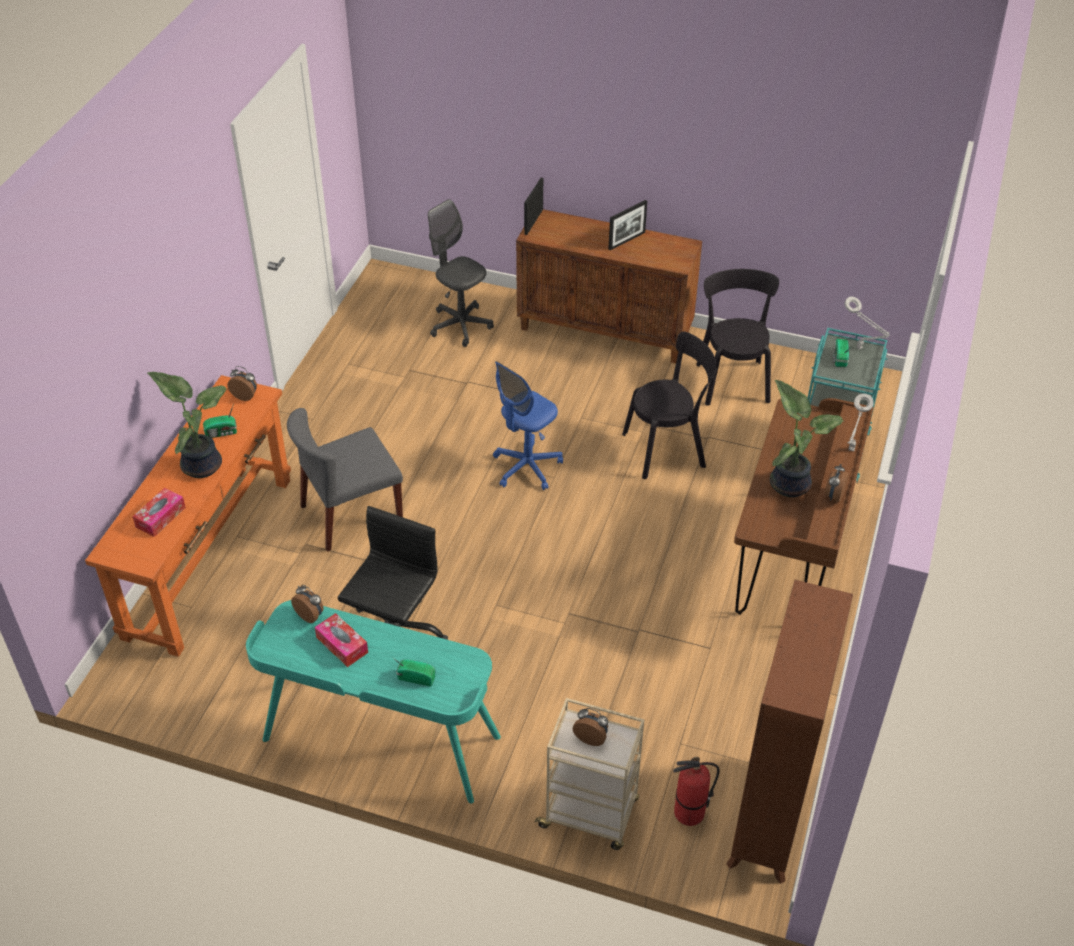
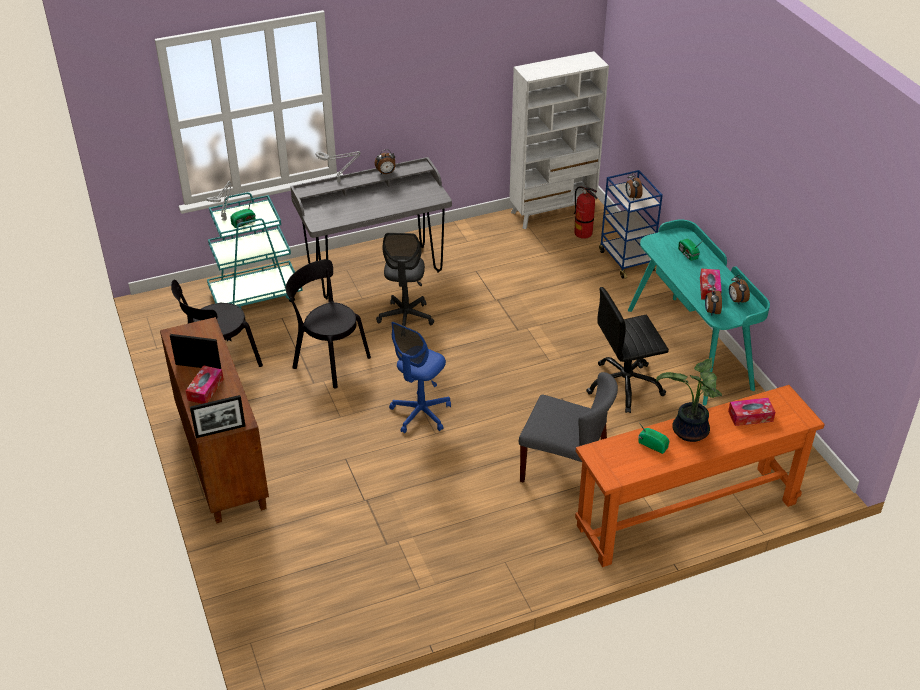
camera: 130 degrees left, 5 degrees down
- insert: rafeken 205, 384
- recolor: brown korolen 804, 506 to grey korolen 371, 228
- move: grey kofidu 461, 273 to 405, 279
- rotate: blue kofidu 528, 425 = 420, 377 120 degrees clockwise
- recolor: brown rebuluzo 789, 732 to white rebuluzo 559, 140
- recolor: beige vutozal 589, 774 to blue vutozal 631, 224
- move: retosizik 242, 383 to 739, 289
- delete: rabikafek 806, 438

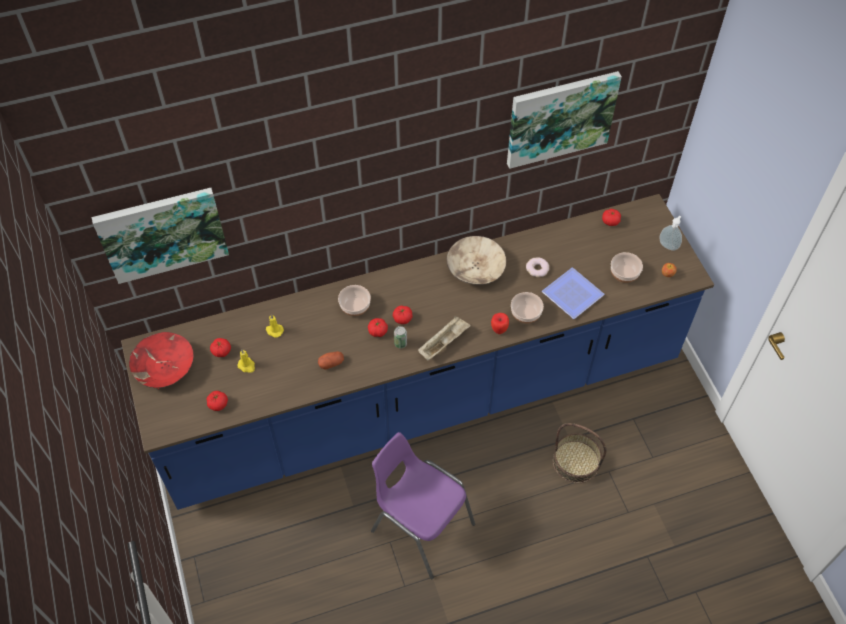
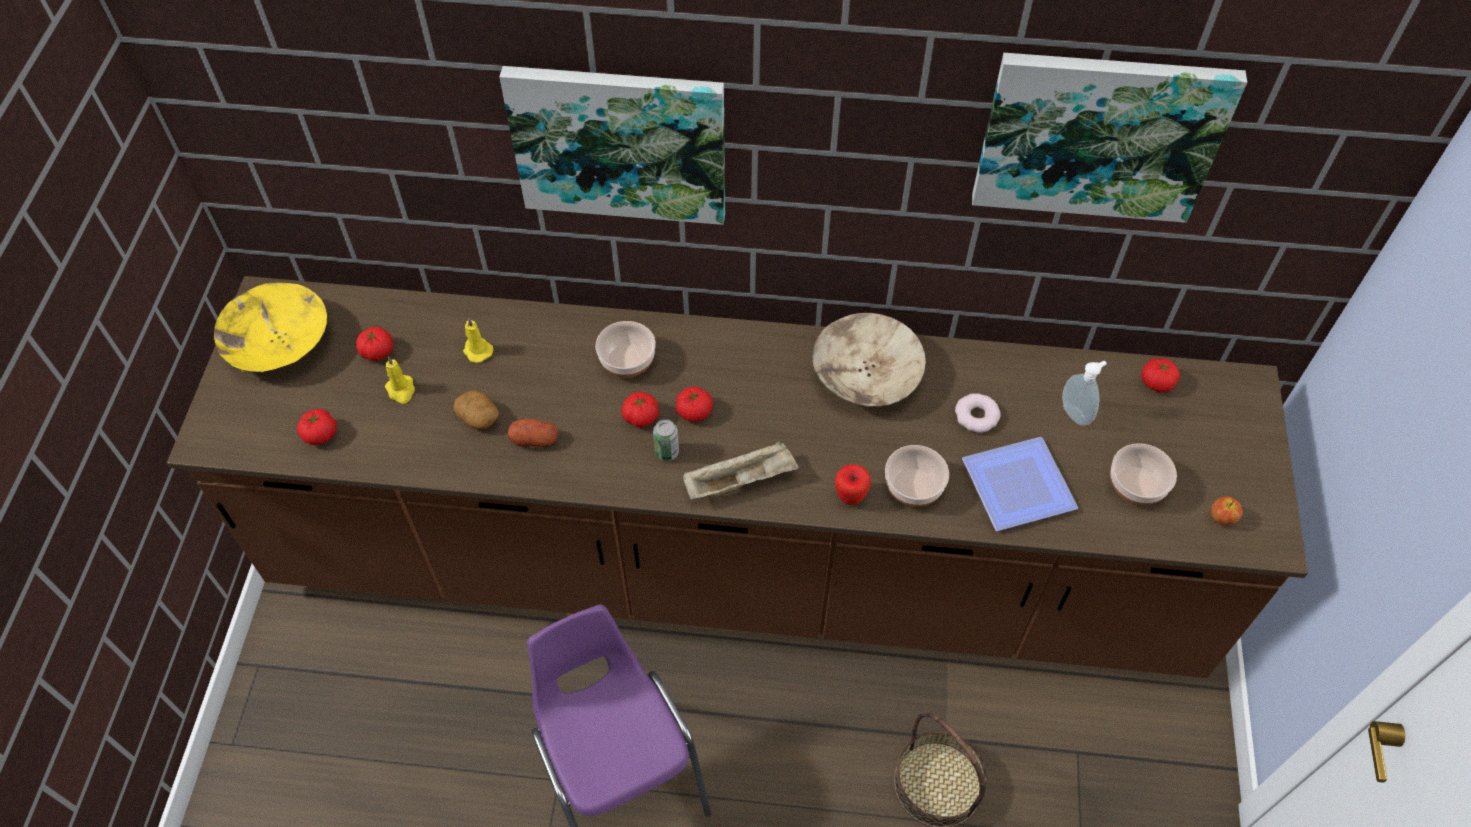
camera: 25 degrees right, 0 degrees up
- recolor: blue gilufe 417, 352 to brown gilufe 737, 477
- recolor: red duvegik 161, 360 to yellow duvegik 270, 327
- insert: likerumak 476, 409
- move: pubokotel 160, 236 to 612, 145
- move: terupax 671, 233 to 1084, 393

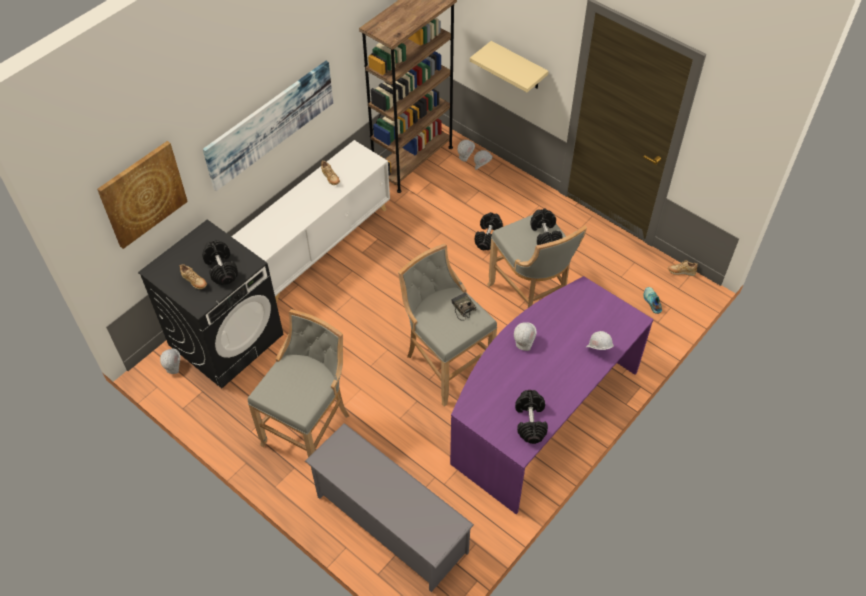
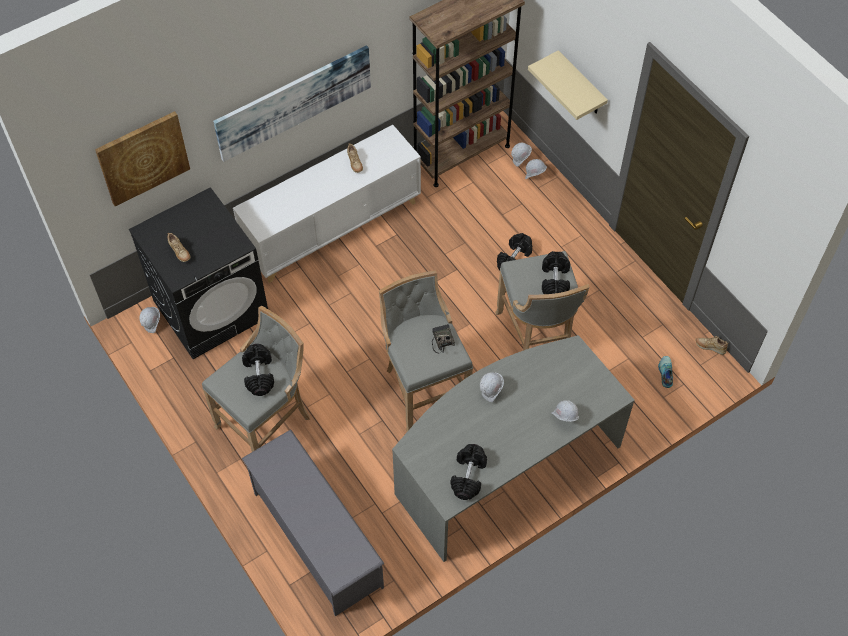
camera: 15 degrees right, 5 degrees up
- move: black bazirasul 220, 262 to 258, 370
- recolor: purple korolen 552, 395 to grey korolen 513, 448

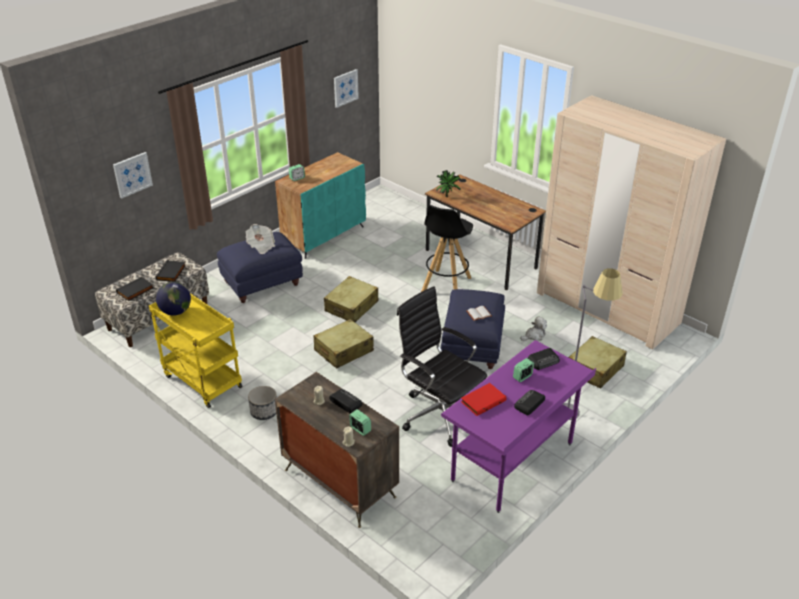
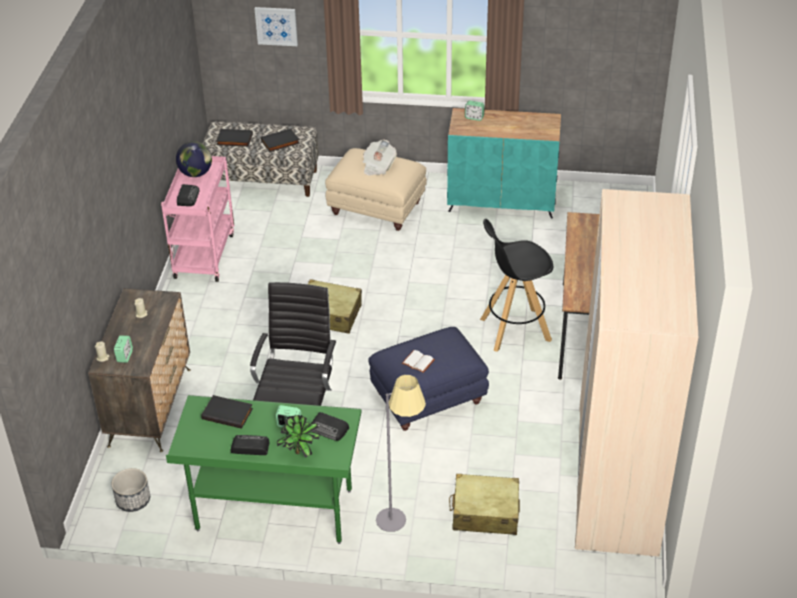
camera: 55 degrees right, 5 degrees up
- move: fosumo 262, 403 to 131, 490
- recolor: yellow vutozal 196, 350 to pink vutozal 197, 219
- recolor: purple korolen 518, 426 to green korolen 264, 469
- move: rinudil 345, 401 to 188, 195
- recolor: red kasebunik 483, 399 to black kasebunik 227, 412
- move: rabikafek 448, 183 to 298, 436
- recolor: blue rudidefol 260, 267 to beige rudidefol 376, 189
- delete: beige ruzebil 351, 299
- delete: pubokotel 346, 88
- delete: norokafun 533, 328

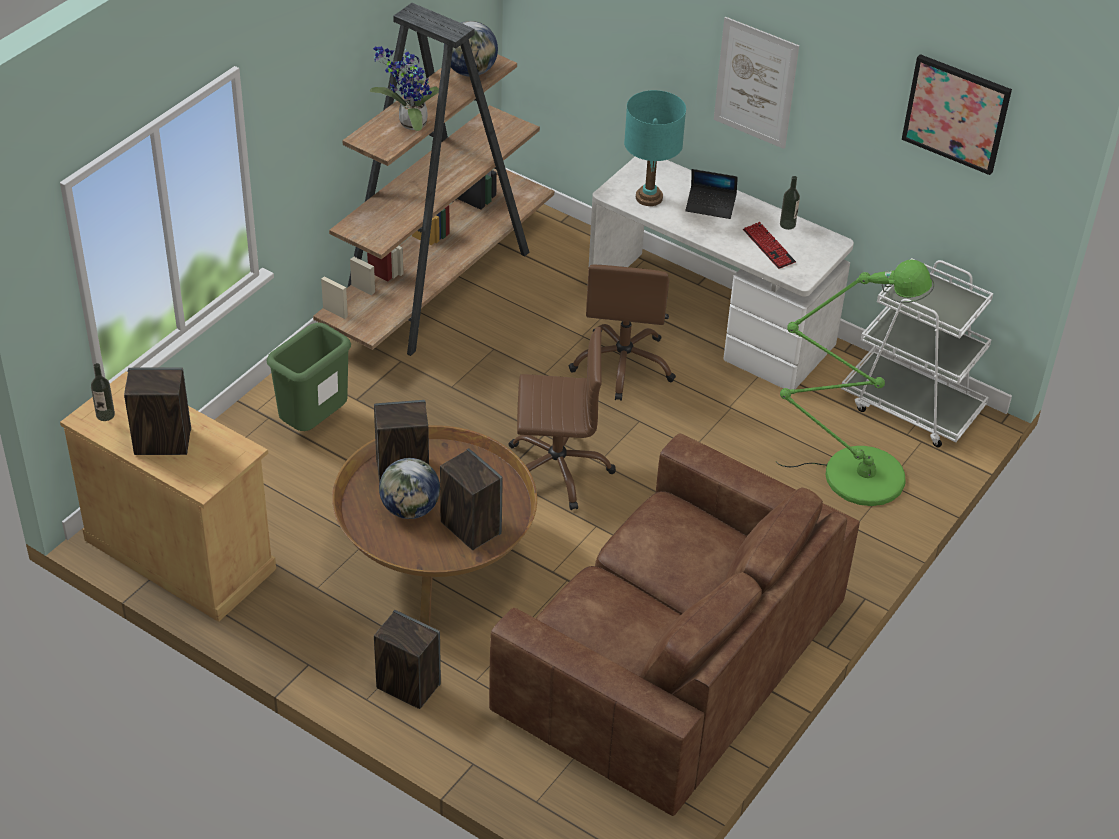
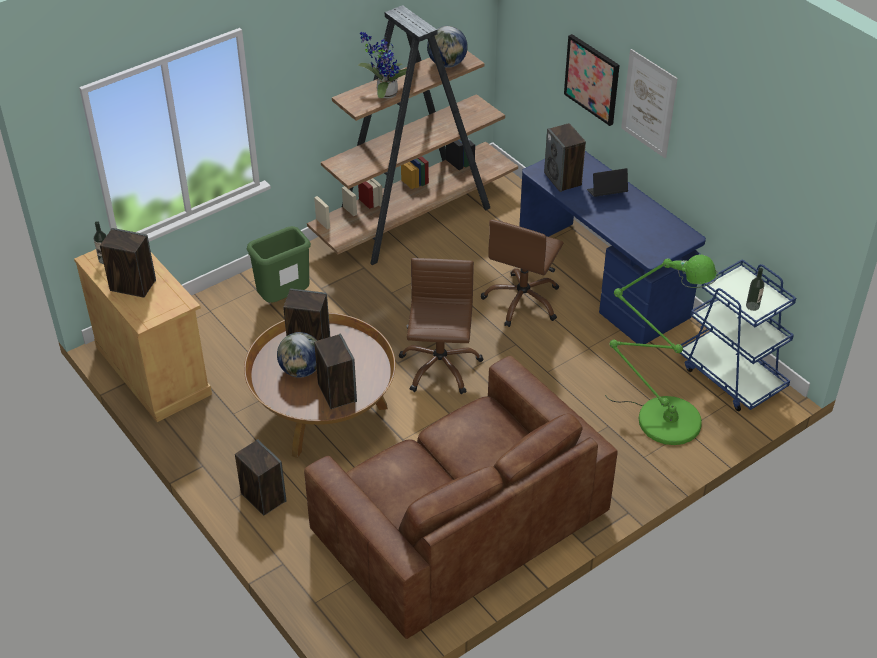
camera: 20 degrees right, 0 degrees up
- rotate: brown kofidu 562, 418 = 441, 326 105 degrees counterclockwise
- recolor: white korolen 720, 273 to blue korolen 612, 247
- replace: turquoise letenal 655, 148 to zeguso 565, 157
- move: pubokotel 957, 114 to 592, 80
- rotate: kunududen 712, 194 = 607, 182 135 degrees clockwise
- recolor: white vutozal 917, 353 to blue vutozal 738, 335
- move: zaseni 790, 203 to 755, 289
- delete: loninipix 769, 245

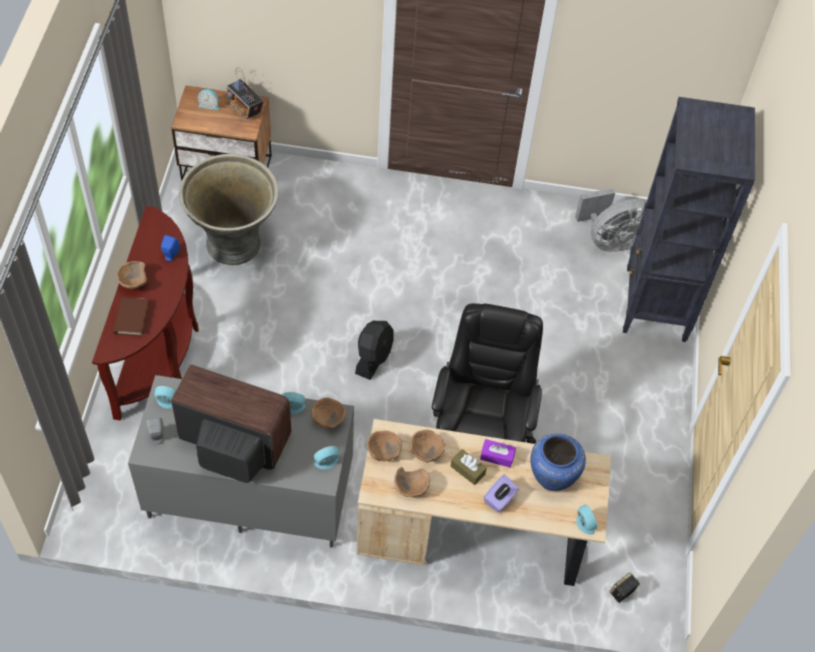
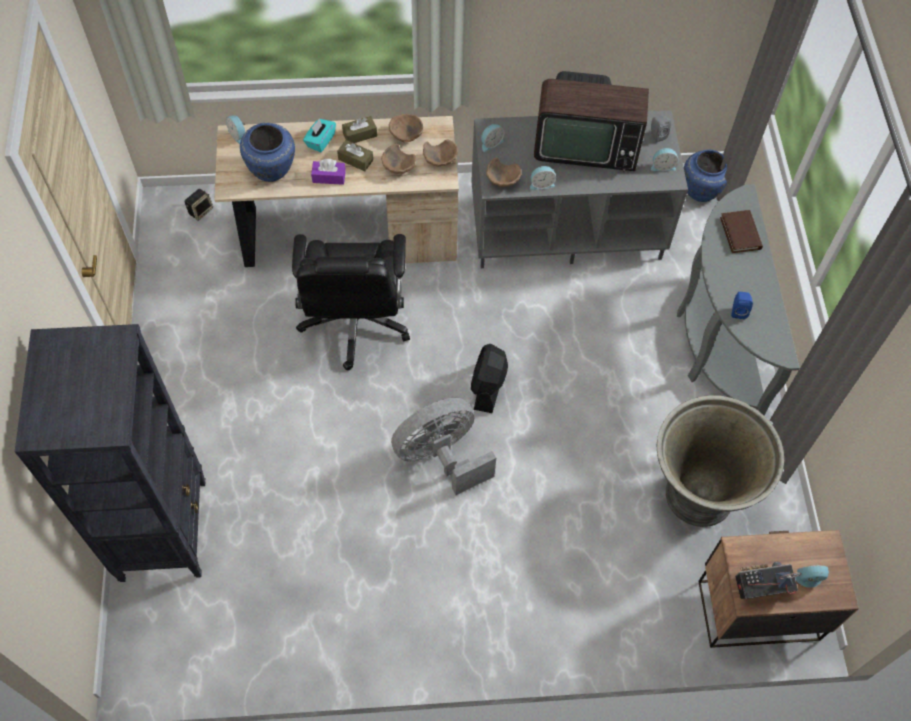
camera: 170 degrees right, 5 degrees up
- recolor: purple rafeken 501, 493 to turquoise rafeken 319, 135
- insert: brown rafeken 359, 129
- move: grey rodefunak 611, 220 to 443, 446
- recolor: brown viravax 145, 313 to grey viravax 738, 299
- insert: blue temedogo 705, 176
- rotate: rinudil 245, 93 = 768, 580 45 degrees counterclockwise
- delete: brown duvegik 132, 275

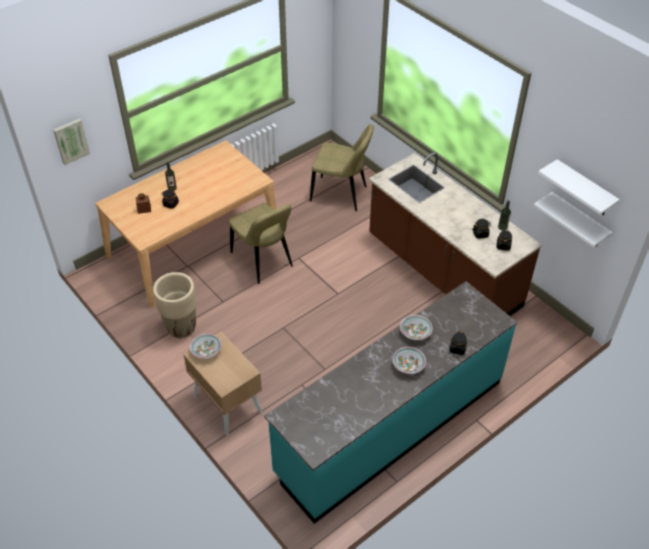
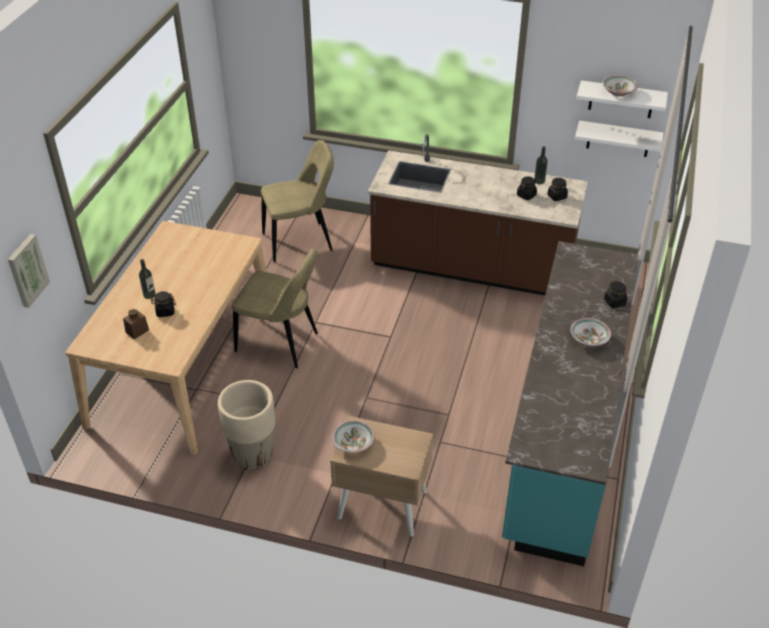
camera: 35 degrees left, 5 degrees down
- move: duvegik 416, 327 to 620, 86

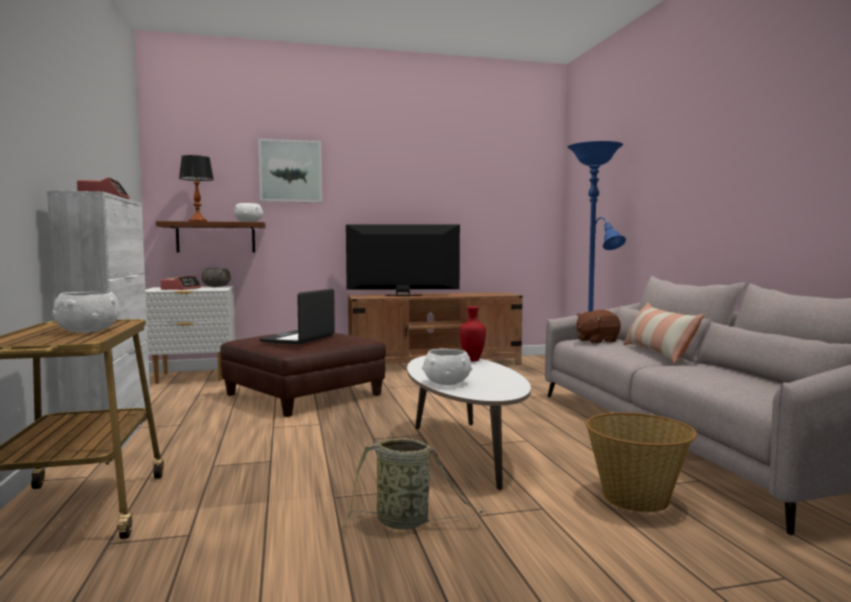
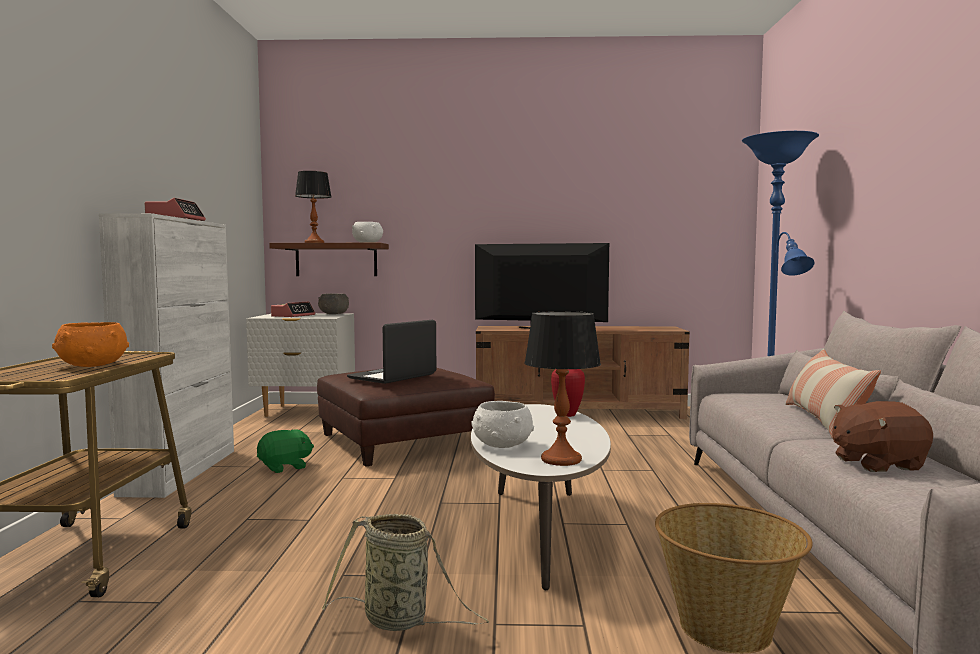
camera: 15 degrees right, 0 degrees up
- recolor: white duvegik 86, 312 to orange duvegik 90, 344
- insert: green norokafun 285, 451
- insert: letenal 562, 388
- move: brown norokafun 598, 327 to 882, 436
- delete: pubokotel 290, 170

